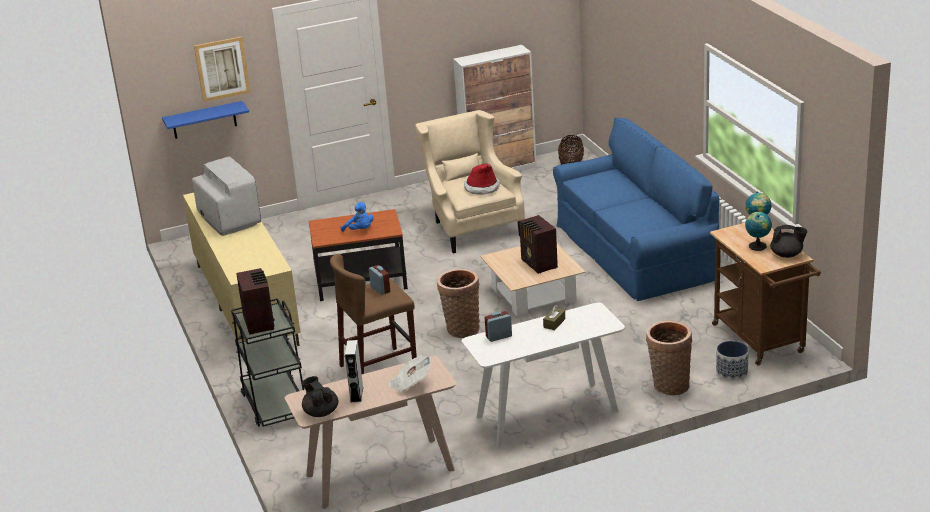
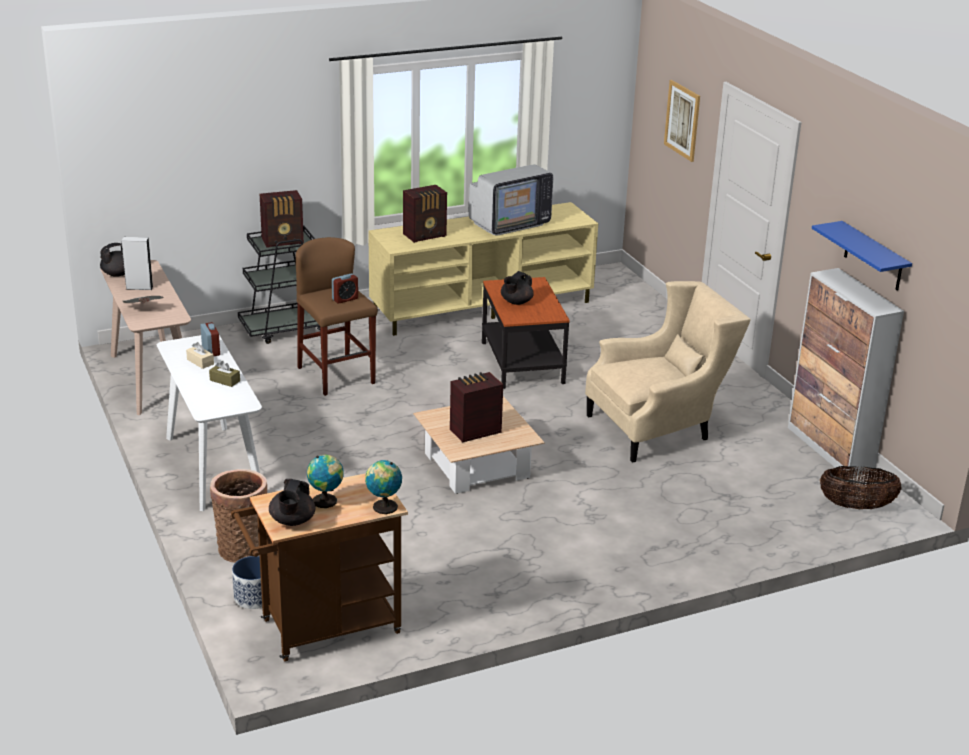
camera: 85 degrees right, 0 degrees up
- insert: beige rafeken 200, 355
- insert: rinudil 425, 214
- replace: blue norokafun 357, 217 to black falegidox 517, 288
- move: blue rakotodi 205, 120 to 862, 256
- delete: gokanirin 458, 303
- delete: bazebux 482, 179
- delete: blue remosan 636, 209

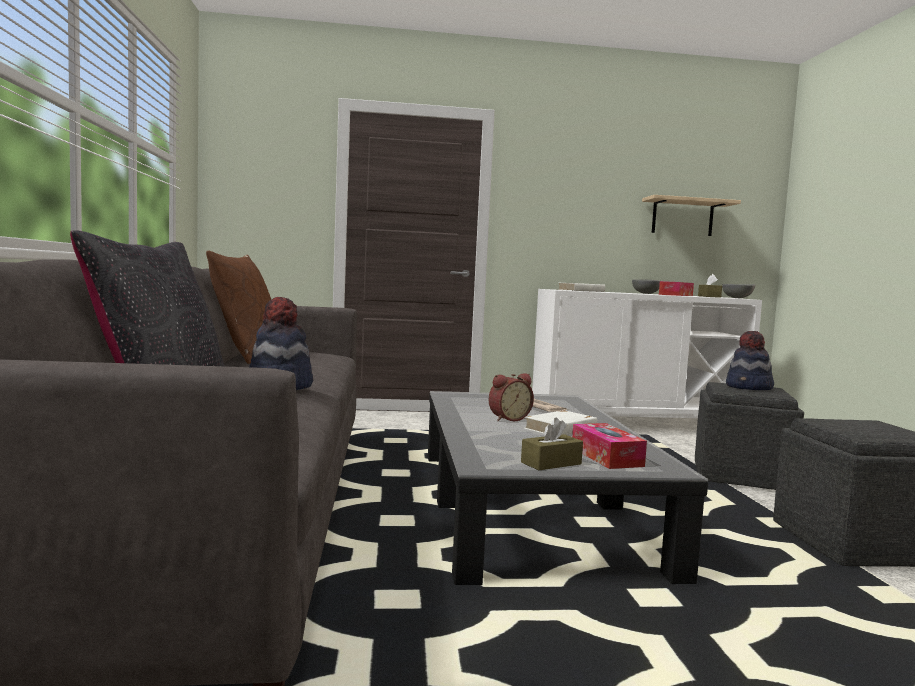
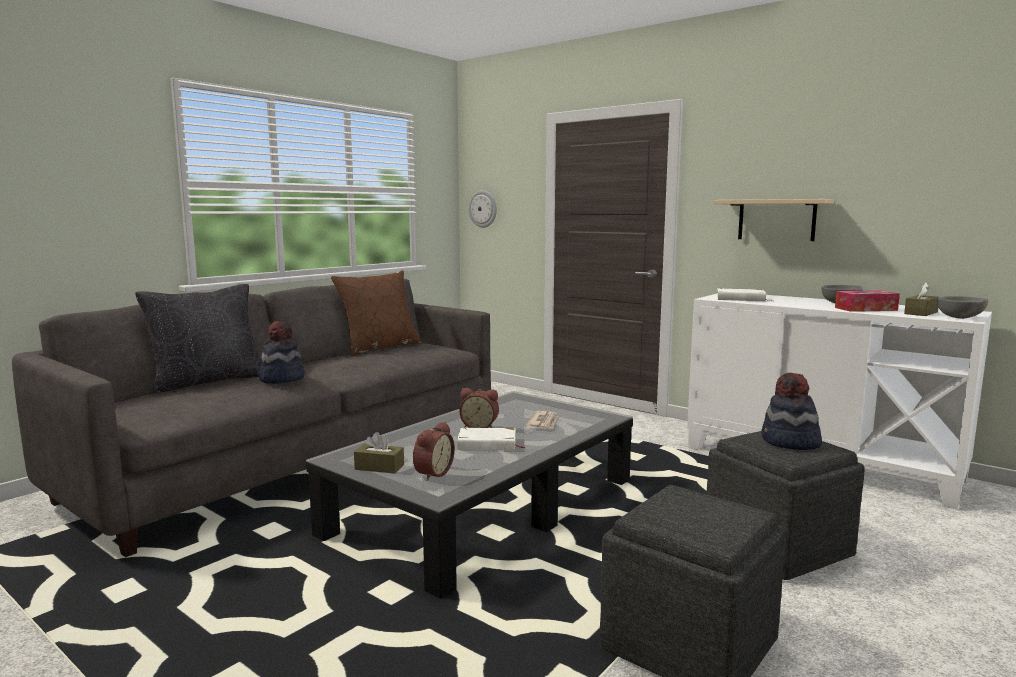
camera: 45 degrees right, 5 degrees up
- replace: rafeken 609, 446 to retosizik 434, 451
- insert: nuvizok 483, 209
- move: beige rakotodi 691, 215 to 774, 220

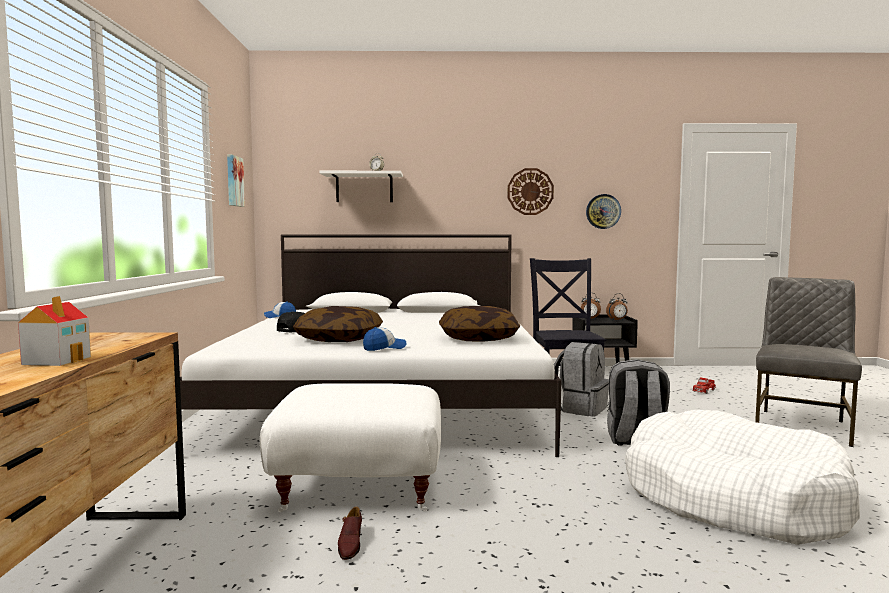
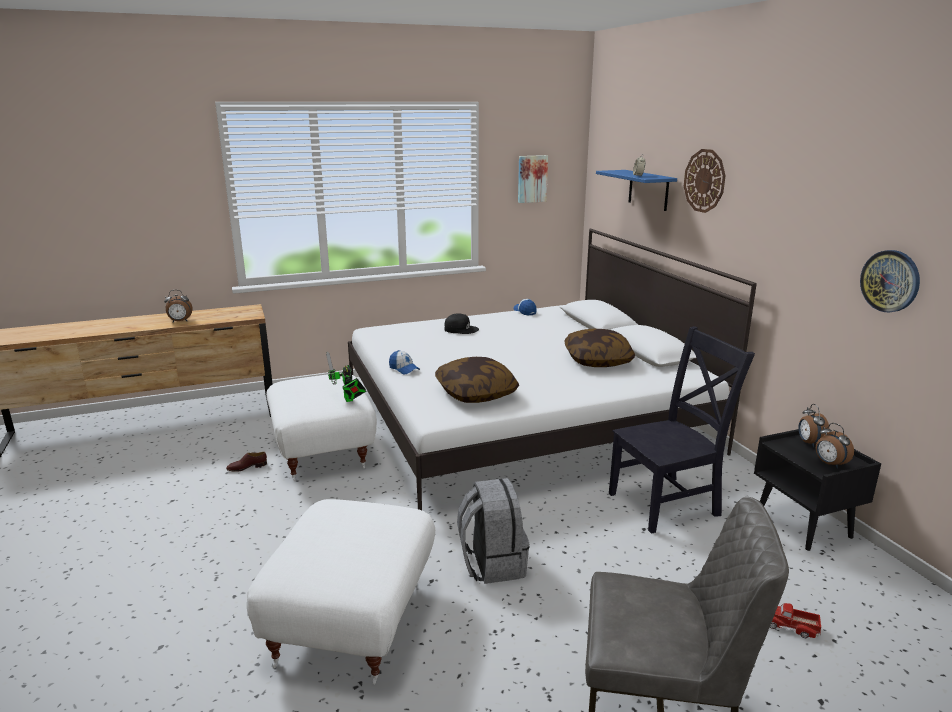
camera: 70 degrees right, 15 degrees up
- replace: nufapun 54, 331 to retosizik 178, 306
- replace: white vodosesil 742, 477 to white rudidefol 341, 592
- insert: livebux 346, 377
- move: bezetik 338, 324 to 600, 348
- recolor: white rakotodi 361, 186 to blue rakotodi 636, 190
- move: nuvizok 531, 191 to 705, 181
- delete: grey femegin 581, 379

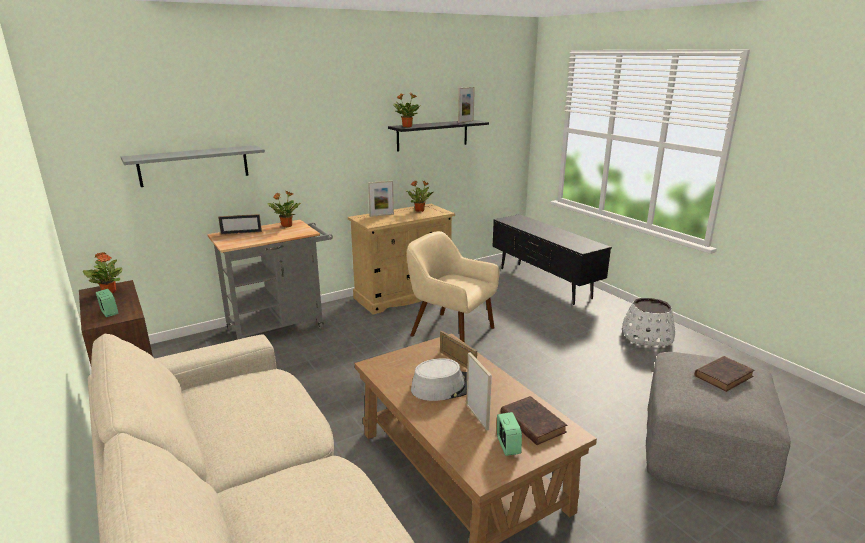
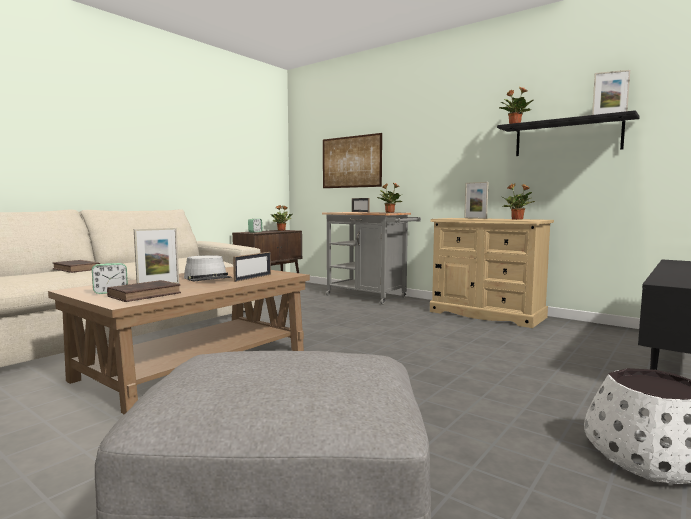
camera: 70 degrees right, 15 degrees down
- move: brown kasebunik 725, 374 to 76, 266
- replace: grey rakotodi 193, 166 to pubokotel 352, 160
- delete: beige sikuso 453, 287

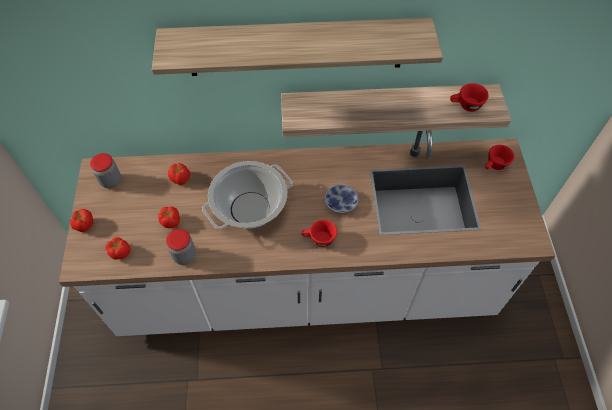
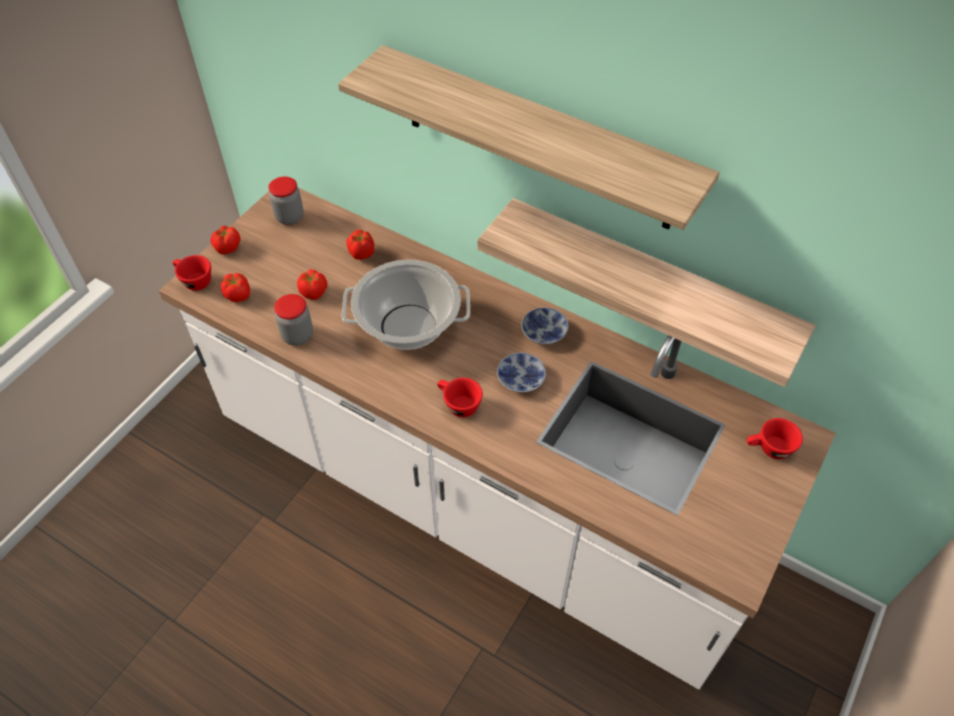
camera: 35 degrees right, 5 degrees down
- move: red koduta 469, 97 to 192, 273
- insert: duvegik 545, 325

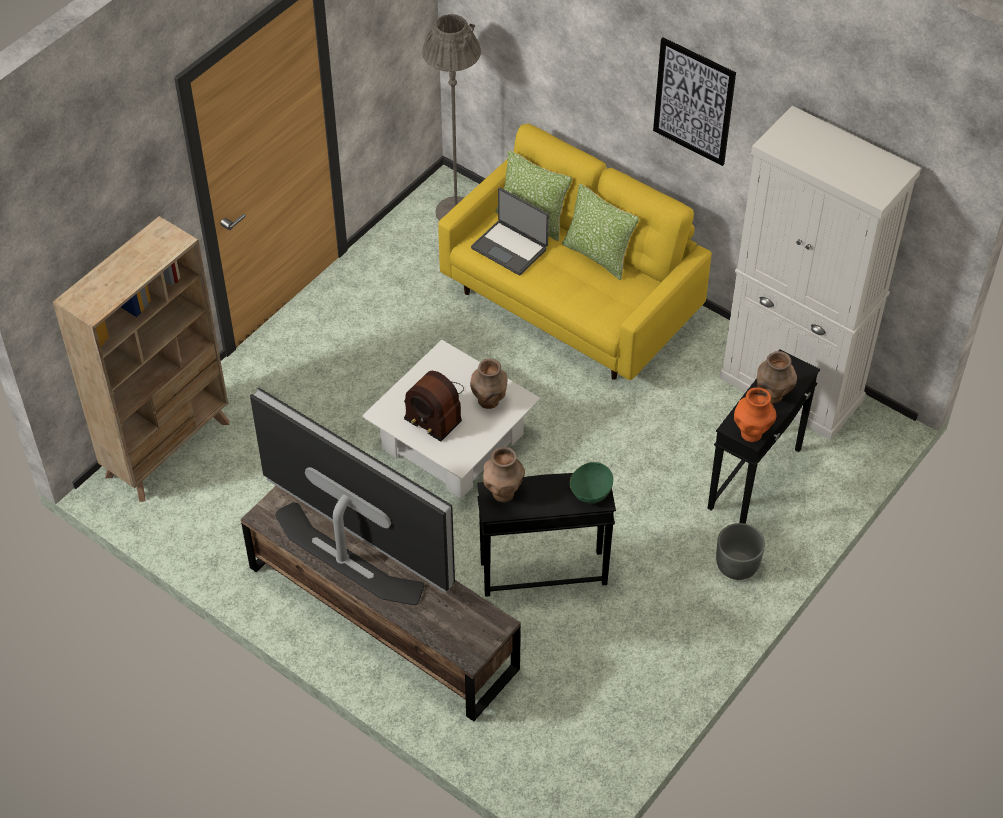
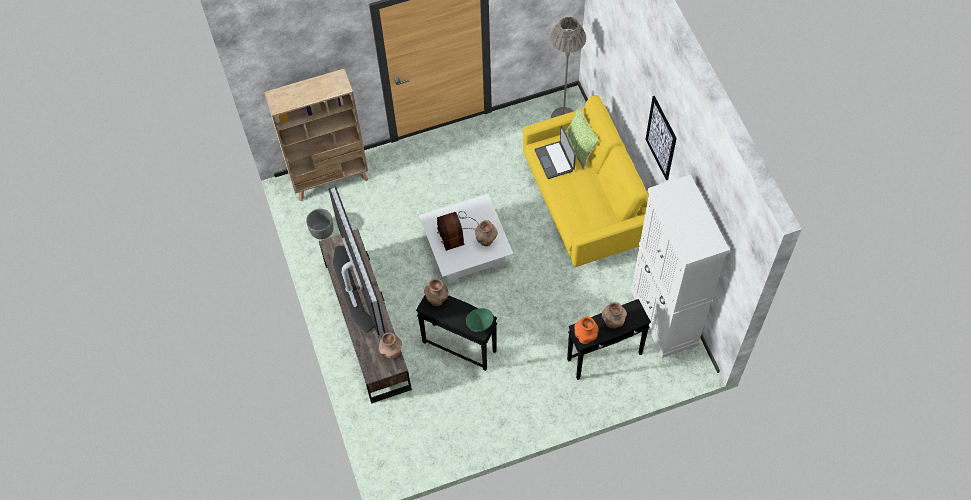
camera: 35 degrees right, 10 degrees up
- move: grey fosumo 740, 551 to 320, 224
- insert: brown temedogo 390, 345
- delete: bezetik 600, 231

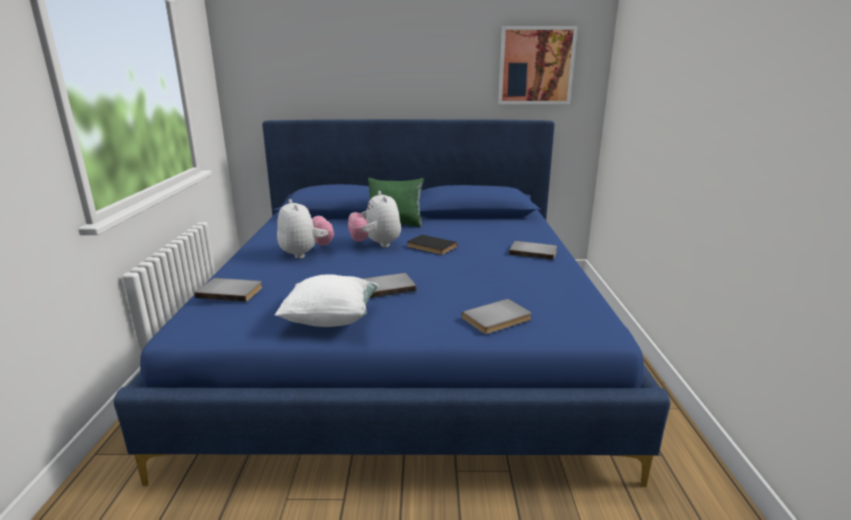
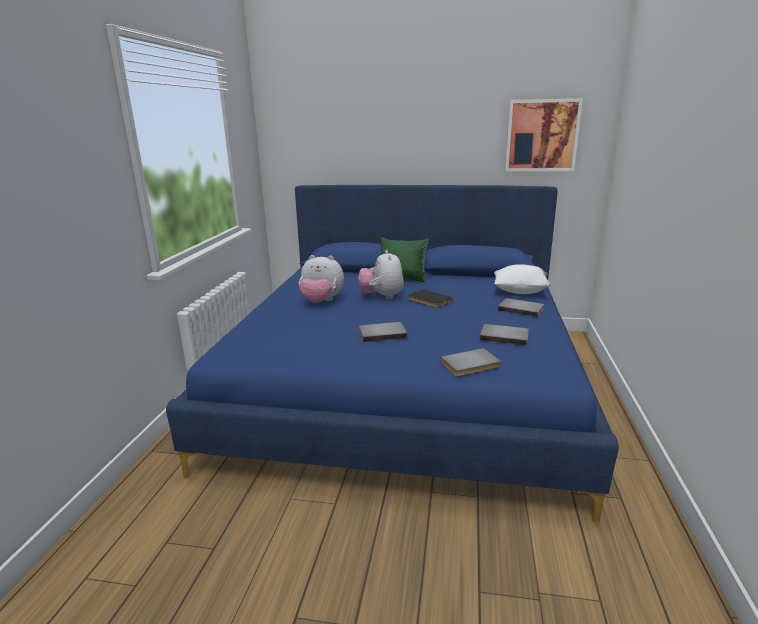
camera: 10 degrees right, 0 degrees up
- rotate: norokafun 305, 229 = 321, 279 120 degrees clockwise
- move: grey kasebunik 228, 290 to 504, 334
- move: white bezetik 327, 300 to 522, 279

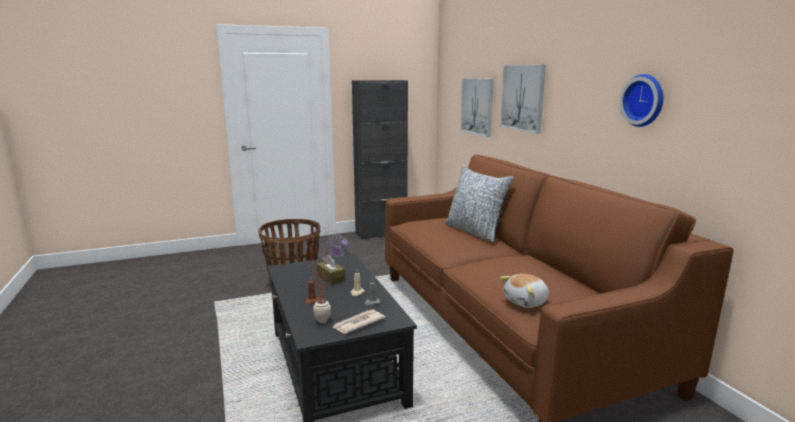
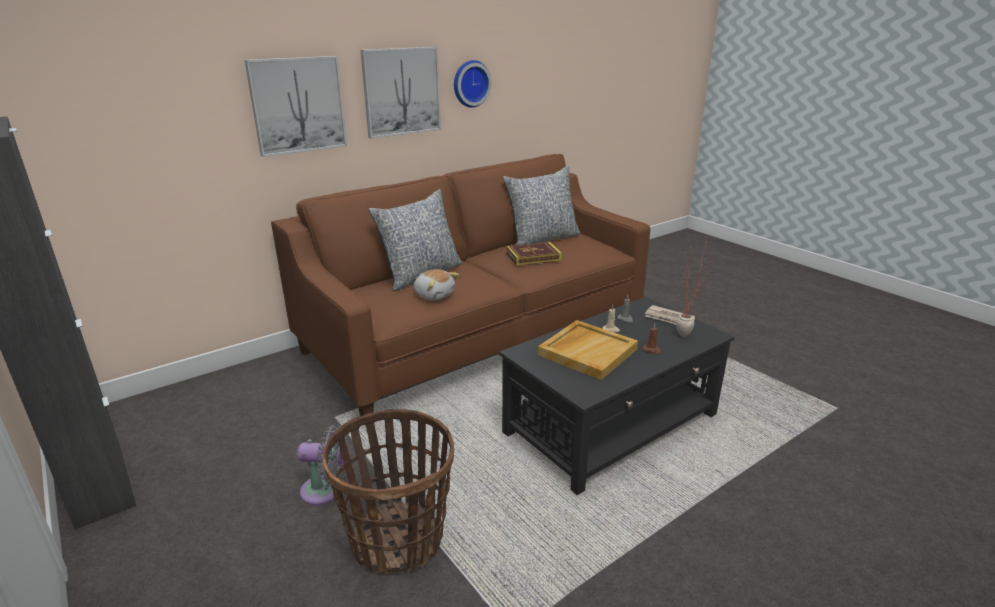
camera: 105 degrees left, 10 degrees up
- move: pubokotel 477, 107 to 400, 92
- move: norokafun 524, 291 to 436, 285
- insert: bezetik 542, 205
- insert: kasebunik 534, 254
- replace: brown rafeken 331, 269 to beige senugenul 588, 350

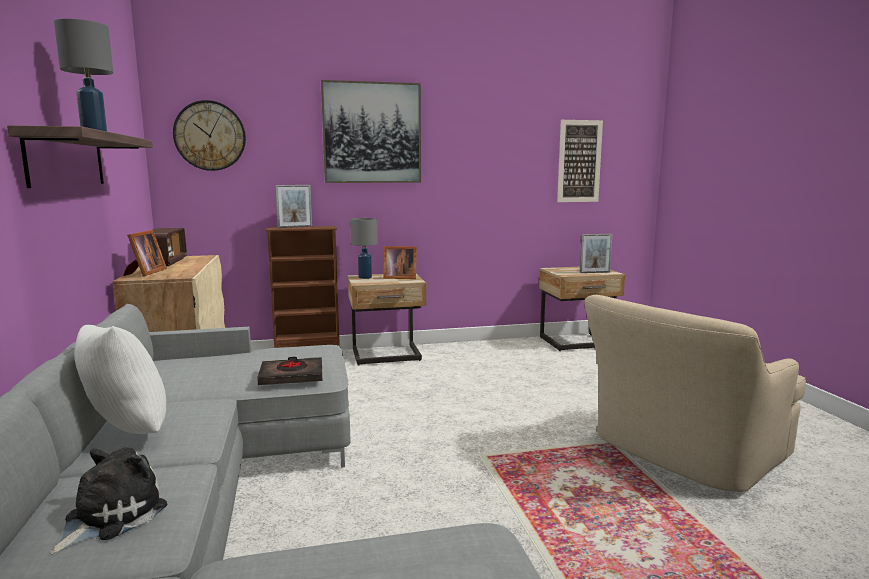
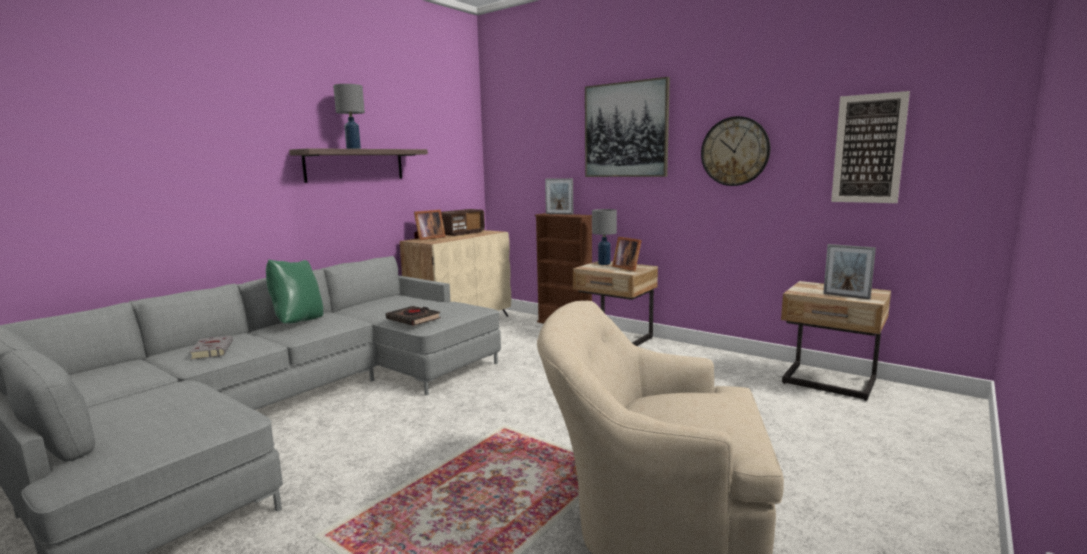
camera: 50 degrees right, 0 degrees up
- replace: norokafun 108, 501 to grey kasebunik 211, 347
- recolor: white bezetik 120, 379 to green bezetik 294, 291
- move: nuvizok 209, 135 to 736, 151

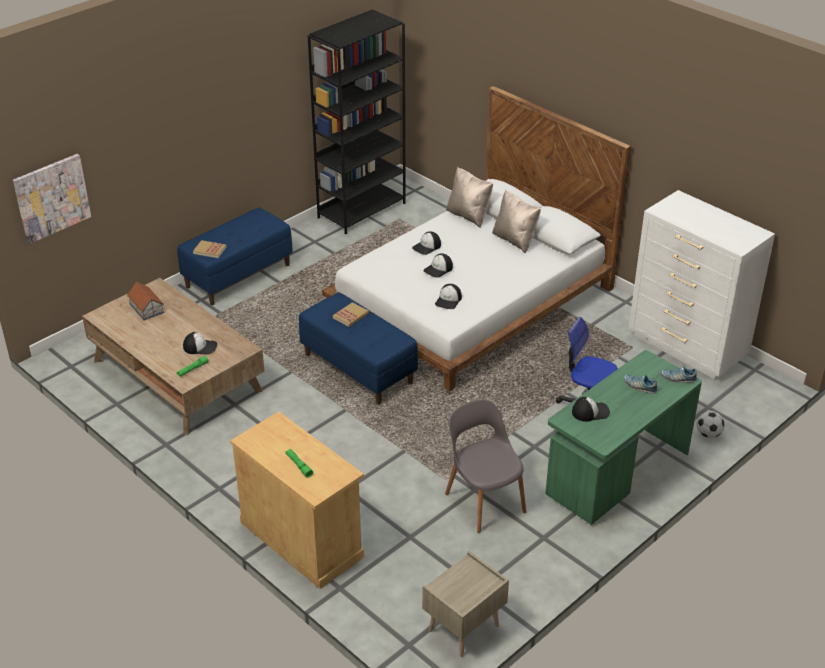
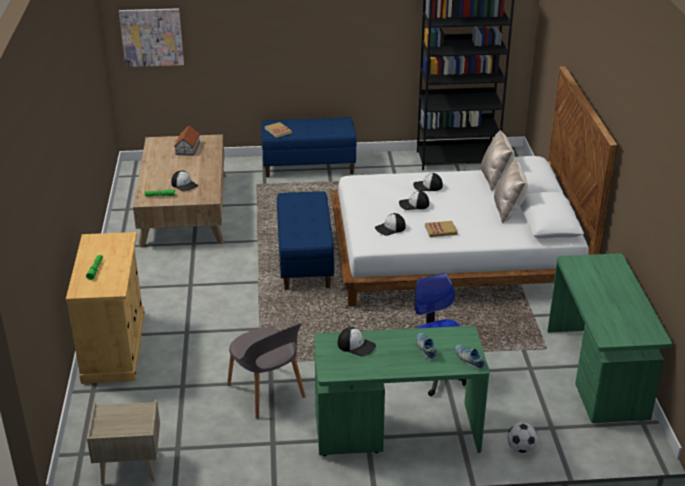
camera: 40 degrees right, 5 degrees down
- rotate: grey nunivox 485, 466 = 266, 371 135 degrees clockwise
- move: kasebunik 351, 314 to 441, 229
- replace: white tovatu 702, 284 to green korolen 609, 338

